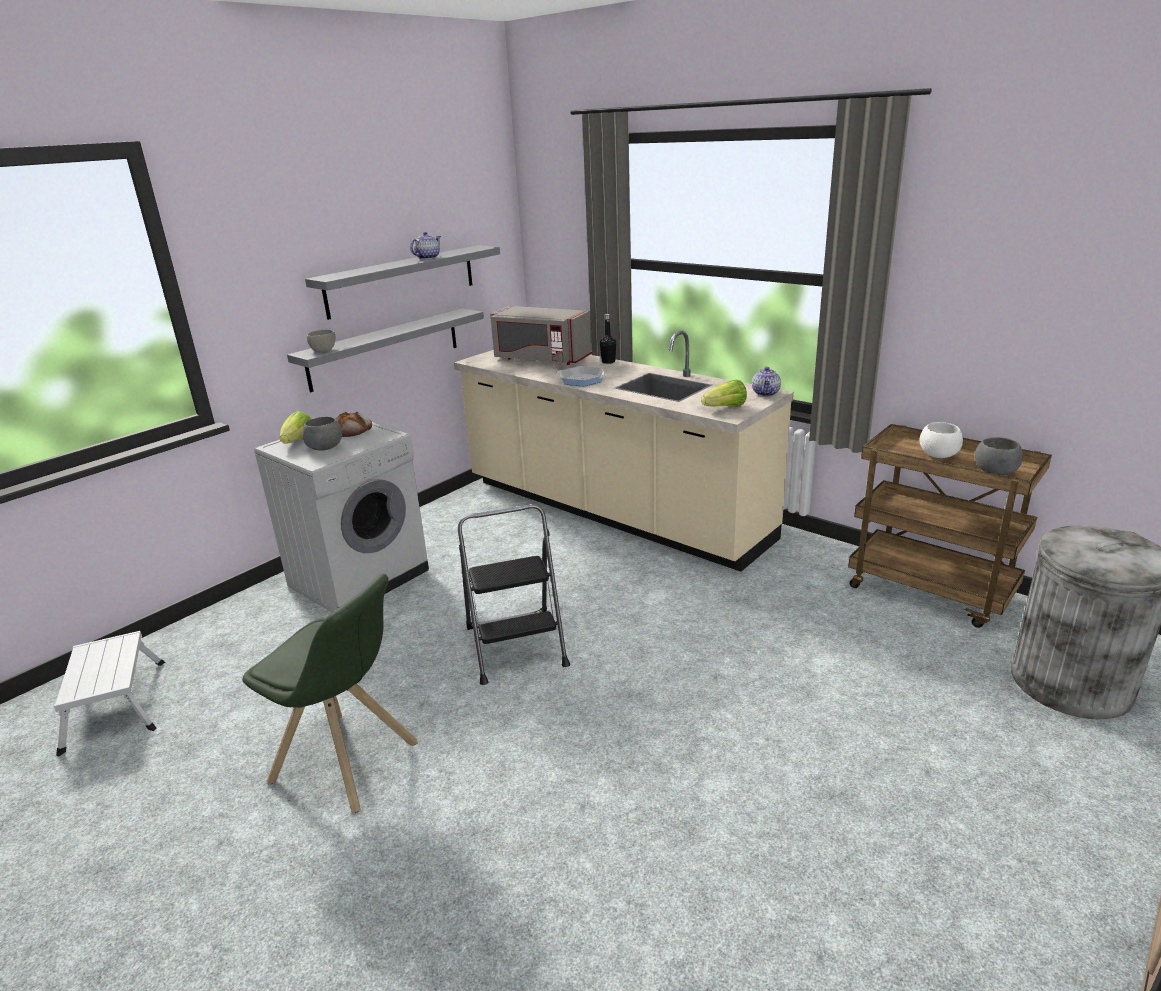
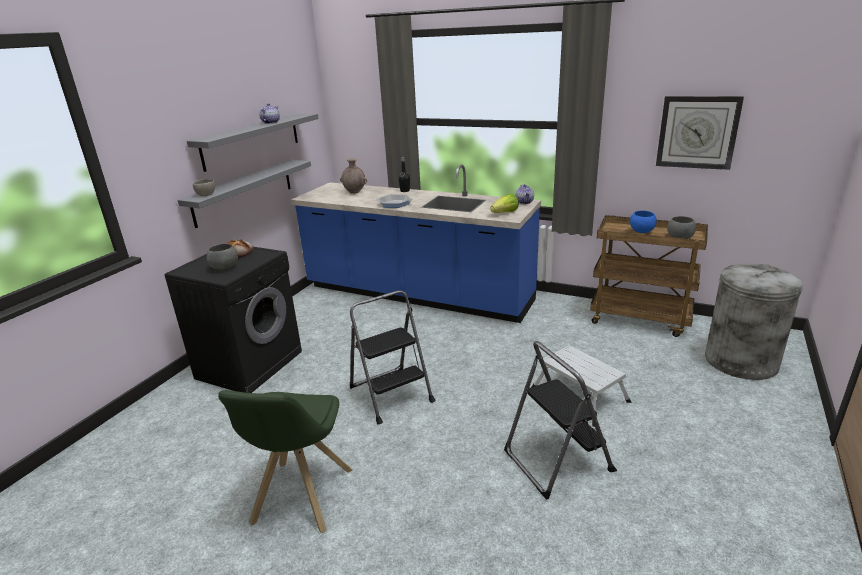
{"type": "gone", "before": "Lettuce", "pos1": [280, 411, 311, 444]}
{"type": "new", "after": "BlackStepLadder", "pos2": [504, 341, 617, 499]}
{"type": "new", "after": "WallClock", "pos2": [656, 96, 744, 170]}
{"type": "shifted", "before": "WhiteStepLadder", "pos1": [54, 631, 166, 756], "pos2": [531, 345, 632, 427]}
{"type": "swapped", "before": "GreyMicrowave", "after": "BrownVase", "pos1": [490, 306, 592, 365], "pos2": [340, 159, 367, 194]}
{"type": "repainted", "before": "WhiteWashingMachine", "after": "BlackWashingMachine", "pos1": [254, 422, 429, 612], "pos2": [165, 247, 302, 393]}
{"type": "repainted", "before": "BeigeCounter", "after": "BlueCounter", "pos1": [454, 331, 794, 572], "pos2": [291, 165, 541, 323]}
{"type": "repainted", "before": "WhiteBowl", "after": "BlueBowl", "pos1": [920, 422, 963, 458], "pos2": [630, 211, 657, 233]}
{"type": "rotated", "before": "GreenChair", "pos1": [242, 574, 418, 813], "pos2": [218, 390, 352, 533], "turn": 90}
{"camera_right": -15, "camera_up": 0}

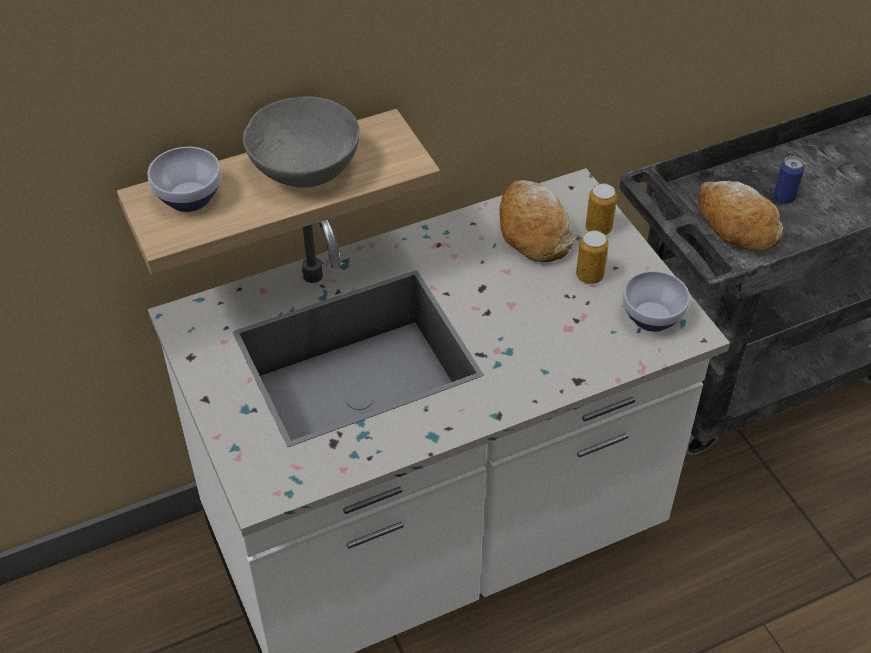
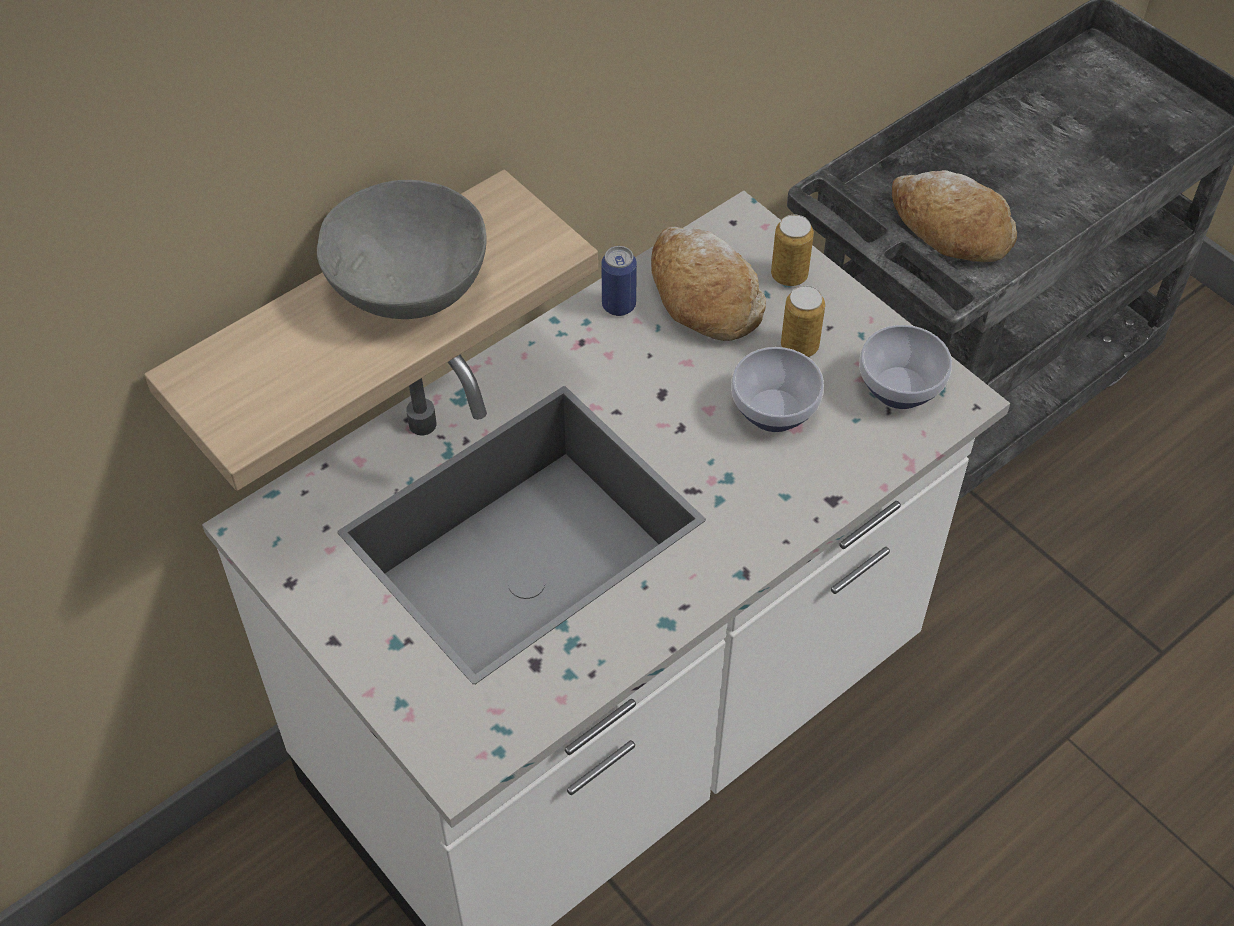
{"type": "shifted", "before": "Bowl", "pos1": [147, 147, 222, 212], "pos2": [731, 347, 824, 432]}
{"type": "shifted", "before": "Can", "pos1": [773, 156, 805, 204], "pos2": [601, 246, 637, 316]}
{"camera_right": -15, "camera_up": 5}

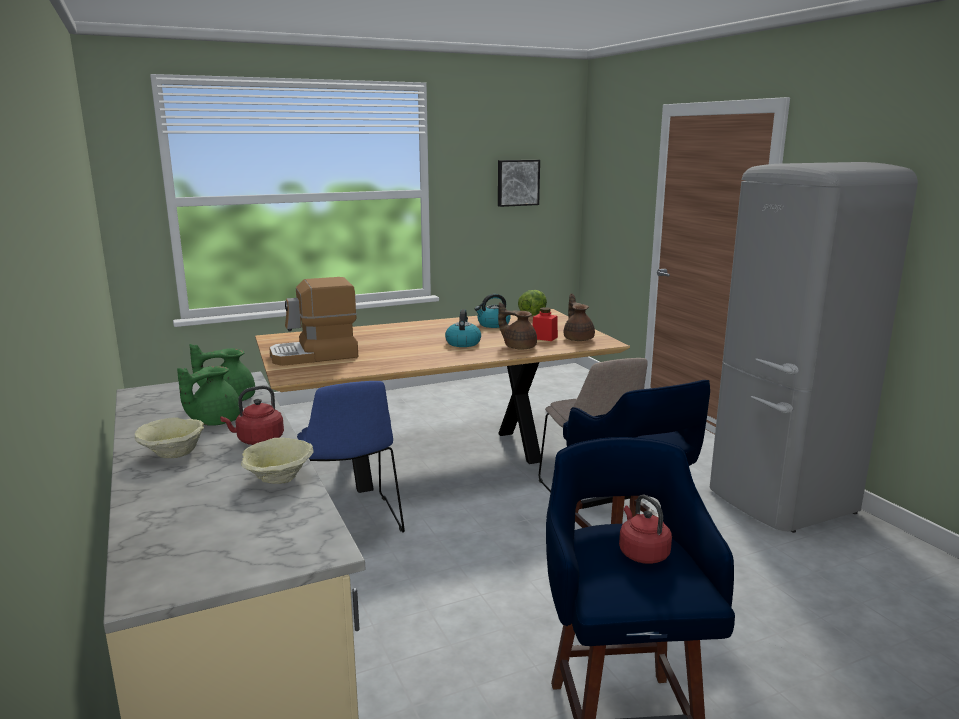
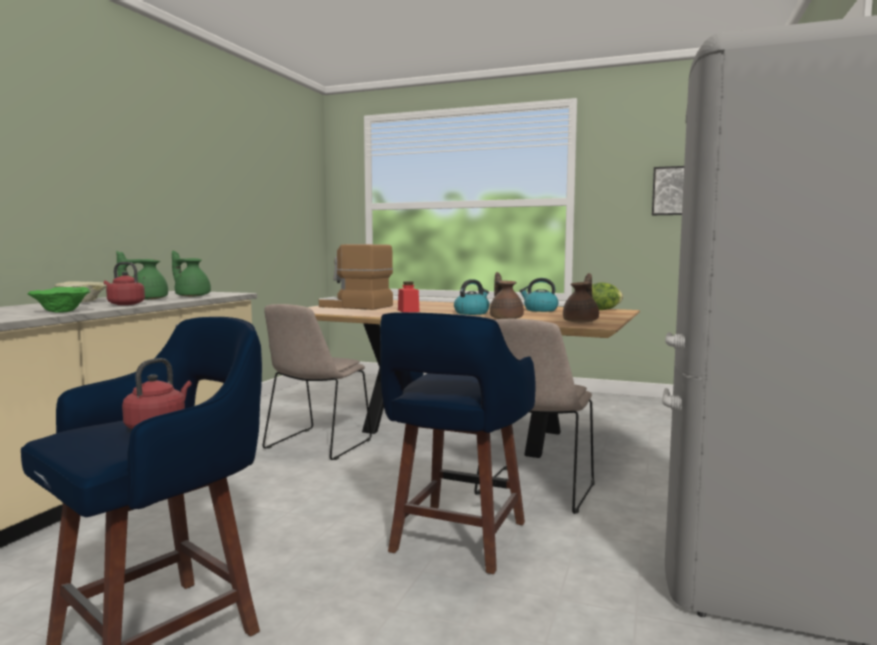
{"type": "shifted", "before": "RedJar", "pos1": [532, 307, 558, 341], "pos2": [398, 281, 420, 312]}
{"type": "repainted", "before": "BeigeBowl", "after": "GreenBowl", "pos1": [241, 437, 314, 484], "pos2": [28, 287, 90, 313]}
{"type": "repainted", "before": "BlueChair", "after": "BeigeChair", "pos1": [297, 381, 405, 533], "pos2": [263, 304, 372, 460]}
{"camera_right": 45, "camera_up": -10}

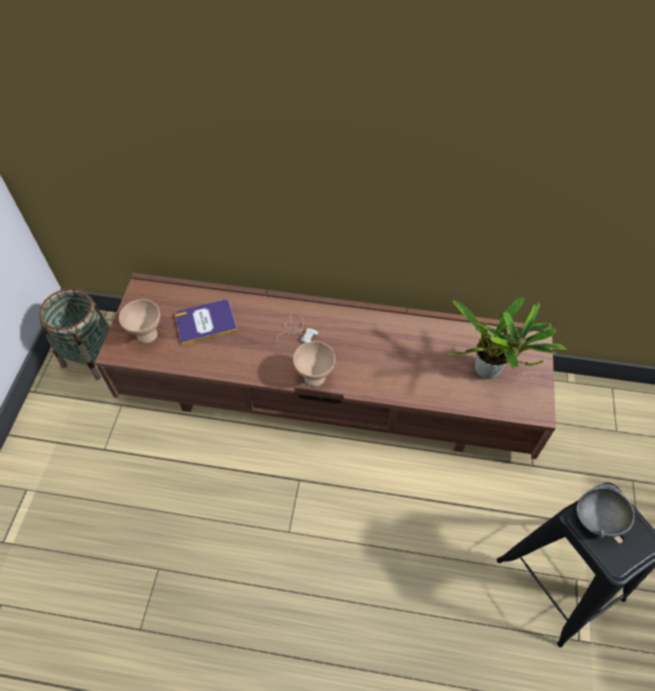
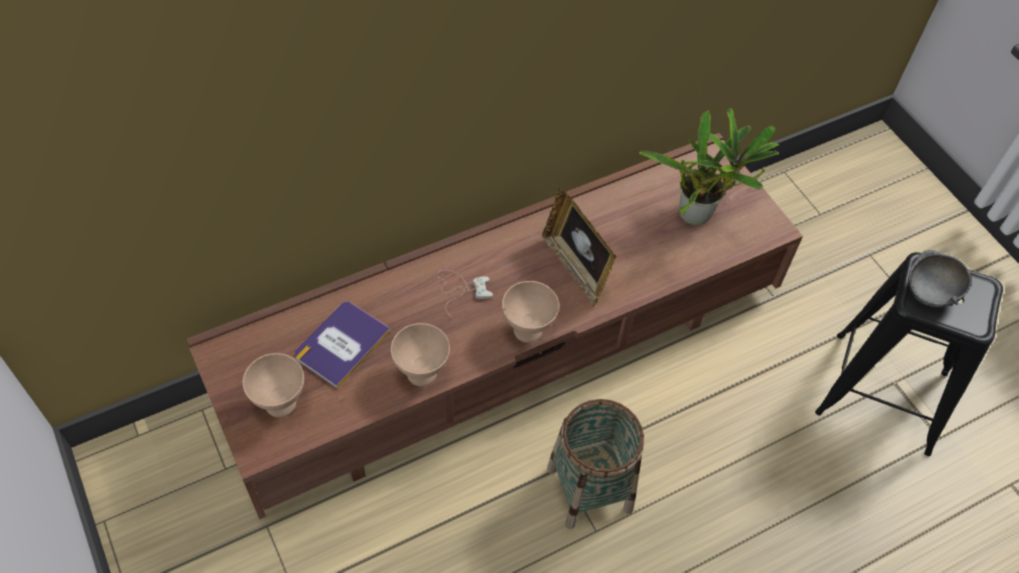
{"type": "new", "after": "BeigeBowl", "pos2": [391, 323, 450, 386]}
{"type": "new", "after": "PictureFrame", "pos2": [542, 188, 616, 307]}
{"type": "shifted", "before": "Basket", "pos1": [39, 289, 110, 380], "pos2": [547, 399, 644, 529]}
{"camera_right": -40, "camera_up": 0}

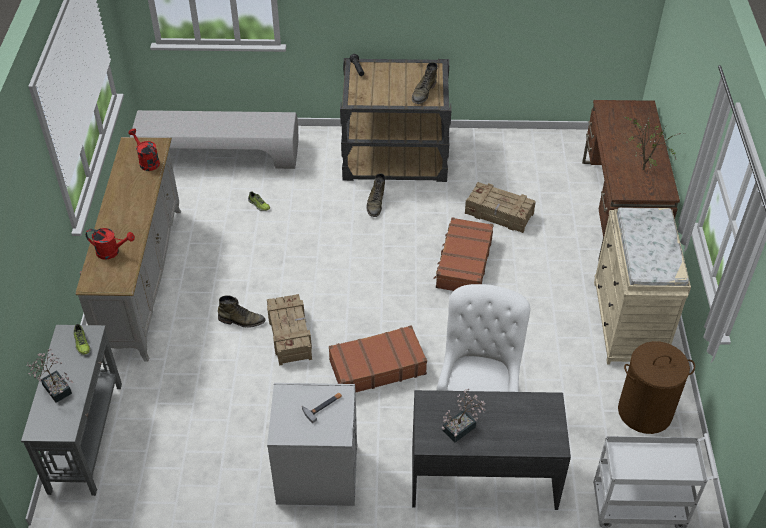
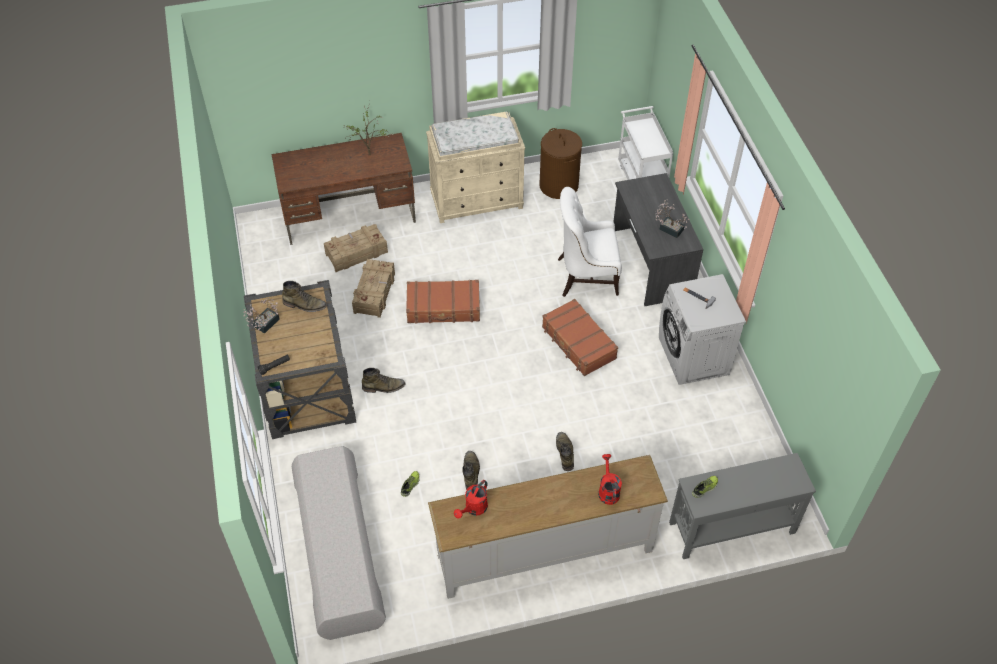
{"type": "new", "after": "GreenBoot", "pos2": [462, 451, 480, 489]}
{"type": "shifted", "before": "PottedPlant", "pos1": [27, 349, 73, 403], "pos2": [243, 298, 279, 334]}
{"type": "shifted", "before": "Crate", "pos1": [267, 294, 312, 366], "pos2": [324, 224, 388, 272]}
{"camera_right": -105, "camera_up": 5}

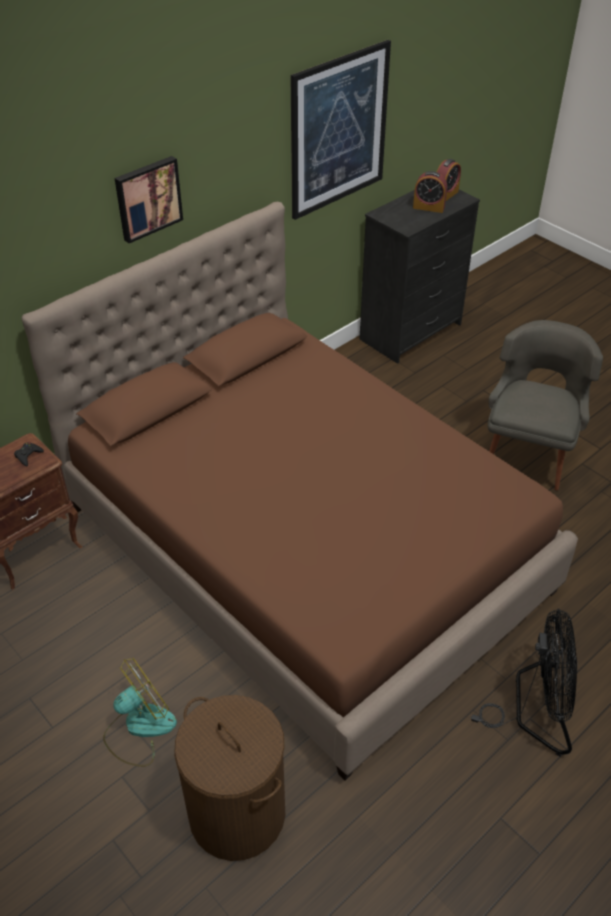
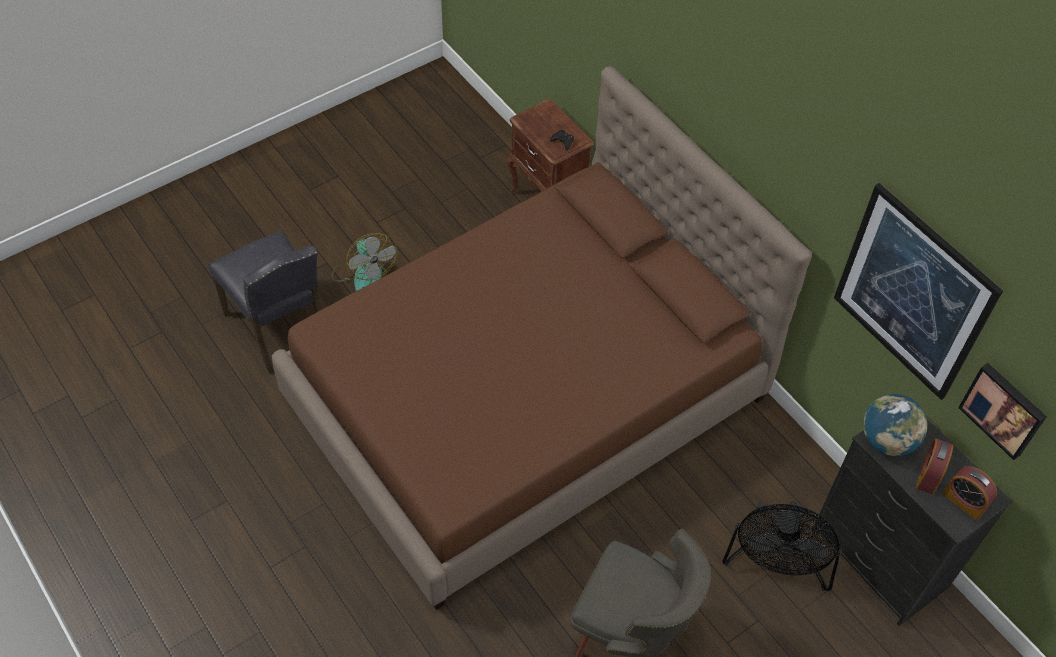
{"type": "new", "after": "Globe", "pos2": [863, 394, 928, 456]}
{"type": "shifted", "before": "Picture", "pos1": [115, 156, 183, 243], "pos2": [958, 363, 1047, 460]}
{"type": "shifted", "before": "BlackFan", "pos1": [469, 609, 577, 757], "pos2": [722, 501, 842, 591]}
{"type": "swapped", "before": "BrownLaundryBasket", "after": "GreyChair", "pos1": [174, 695, 285, 861], "pos2": [209, 231, 321, 374]}
{"camera_right": 95, "camera_up": 10}

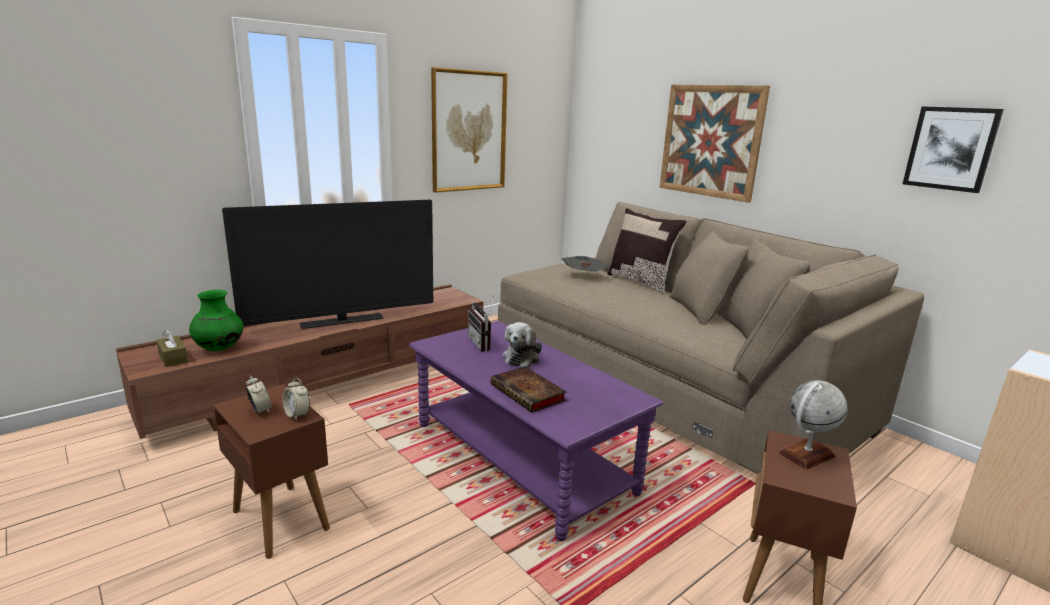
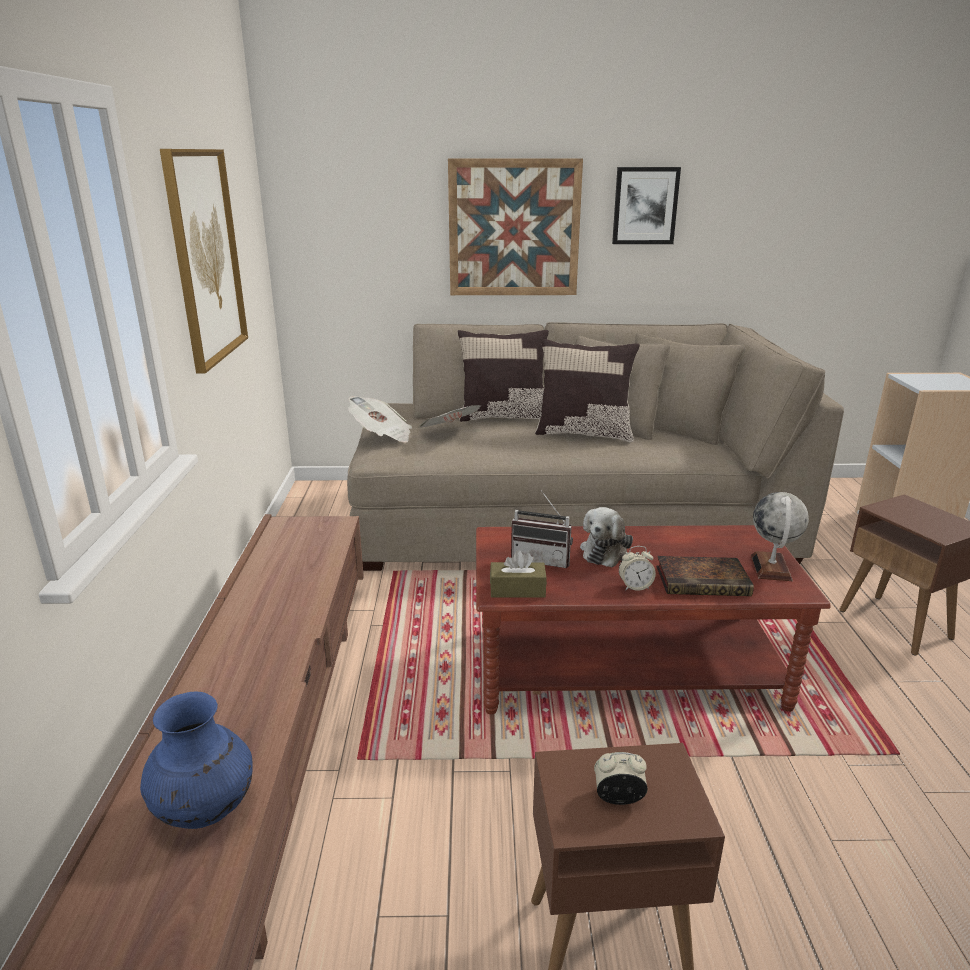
{"type": "gone", "before": "Television", "pos1": [222, 200, 433, 329]}
{"type": "new", "after": "Newspaper", "pos2": [348, 396, 412, 443]}
{"type": "new", "after": "Pillow", "pos2": [535, 339, 640, 443]}
{"type": "shifted", "before": "BrownTissueBox", "pos1": [156, 329, 188, 367], "pos2": [490, 550, 547, 598]}
{"type": "shifted", "before": "AlarmClock", "pos1": [282, 378, 310, 421], "pos2": [619, 546, 656, 591]}
{"type": "shifted", "before": "Globe", "pos1": [778, 380, 848, 469], "pos2": [751, 492, 809, 581]}
{"type": "shifted", "before": "Picture", "pos1": [903, 106, 1004, 193], "pos2": [612, 167, 681, 244]}
{"type": "repainted", "before": "GreenVase", "after": "BlueVase", "pos1": [189, 290, 243, 351], "pos2": [140, 692, 253, 829]}
{"type": "repainted", "before": "PurpleCoffeeTable", "after": "BrownCoffeeTable", "pos1": [409, 321, 663, 541], "pos2": [476, 525, 831, 714]}
{"type": "rotated", "before": "PlushToy", "pos1": [503, 322, 542, 368], "pos2": [580, 507, 633, 567], "turn": 60}
{"camera_right": -50, "camera_up": 5}

